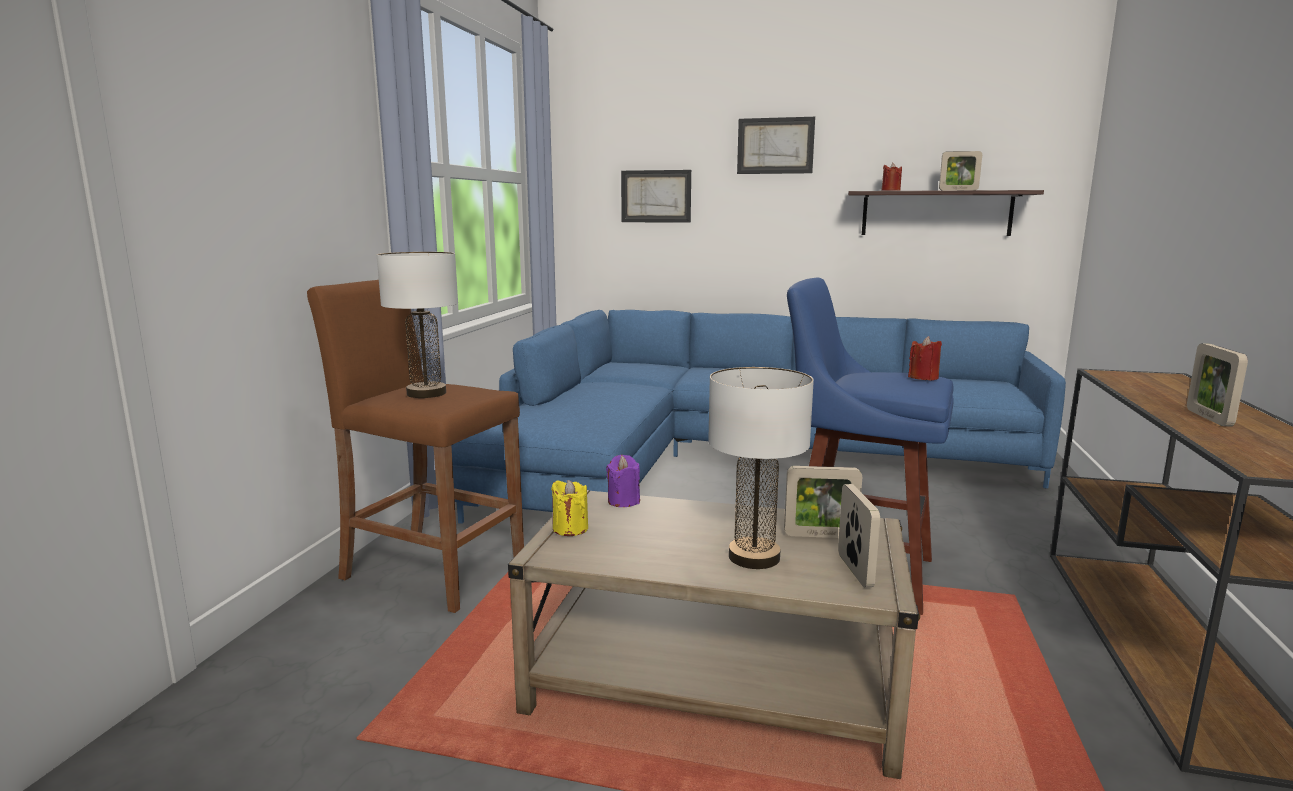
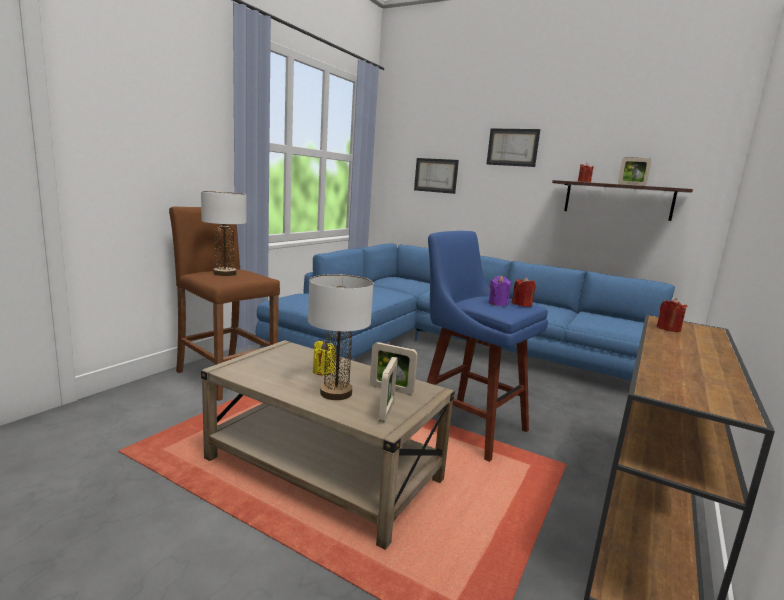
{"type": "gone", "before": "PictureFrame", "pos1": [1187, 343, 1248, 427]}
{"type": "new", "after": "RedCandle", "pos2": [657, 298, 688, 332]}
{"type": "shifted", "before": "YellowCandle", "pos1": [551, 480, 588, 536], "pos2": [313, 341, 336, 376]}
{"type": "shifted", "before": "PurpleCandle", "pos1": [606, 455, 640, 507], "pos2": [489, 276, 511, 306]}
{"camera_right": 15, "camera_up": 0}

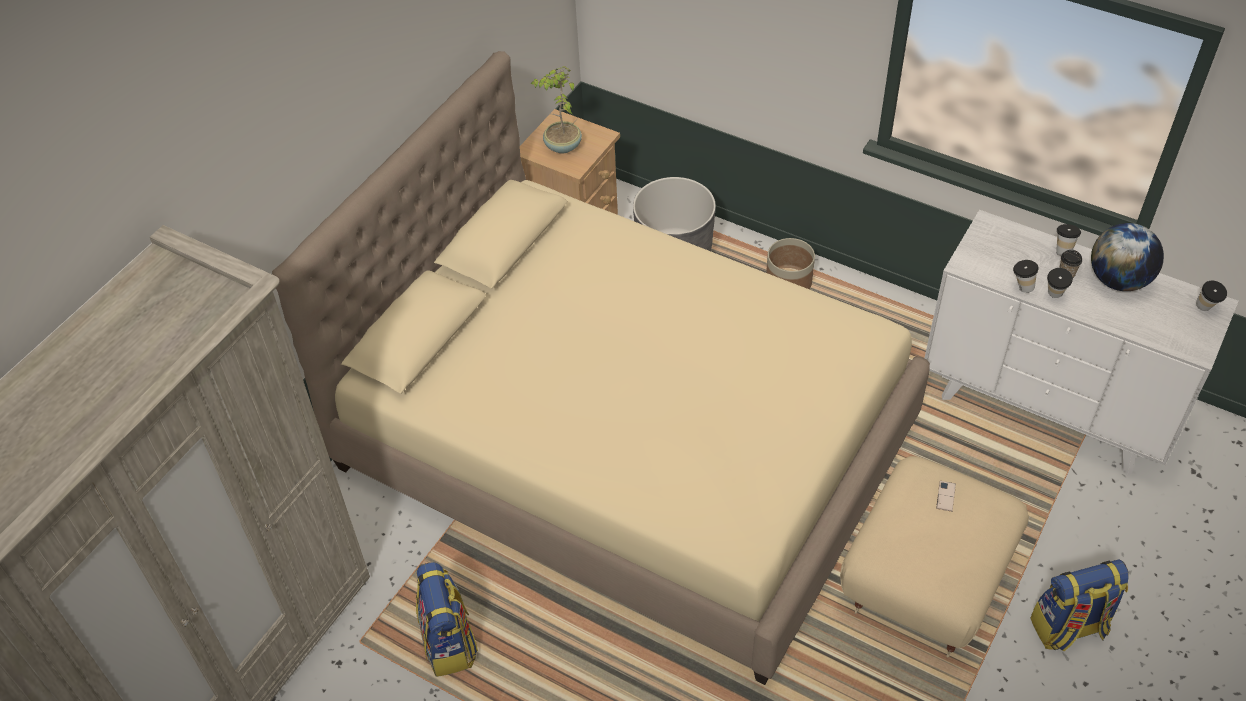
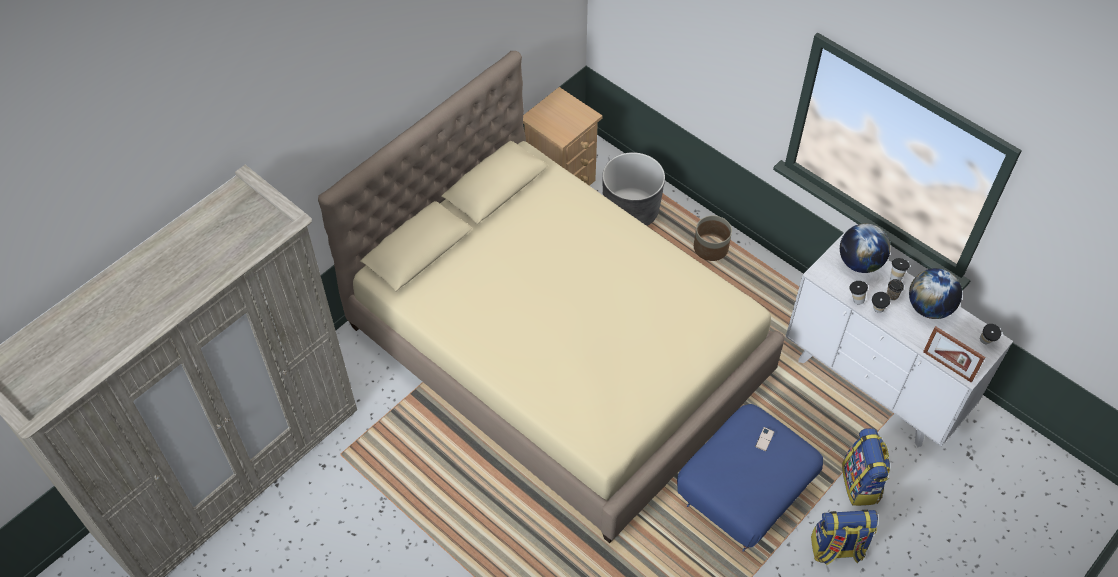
{"type": "gone", "before": "PottedPlant", "pos1": [530, 66, 582, 154]}
{"type": "new", "after": "Globe", "pos2": [840, 223, 891, 273]}
{"type": "new", "after": "PictureFrame", "pos2": [923, 326, 985, 383]}
{"type": "shifted", "before": "Backpack", "pos1": [416, 562, 478, 677], "pos2": [842, 428, 890, 506]}
{"type": "repainted", "before": "BeigeOttoman", "after": "BlueOttoman", "pos1": [840, 456, 1029, 658], "pos2": [677, 404, 823, 551]}
{"camera_right": 10, "camera_up": 5}

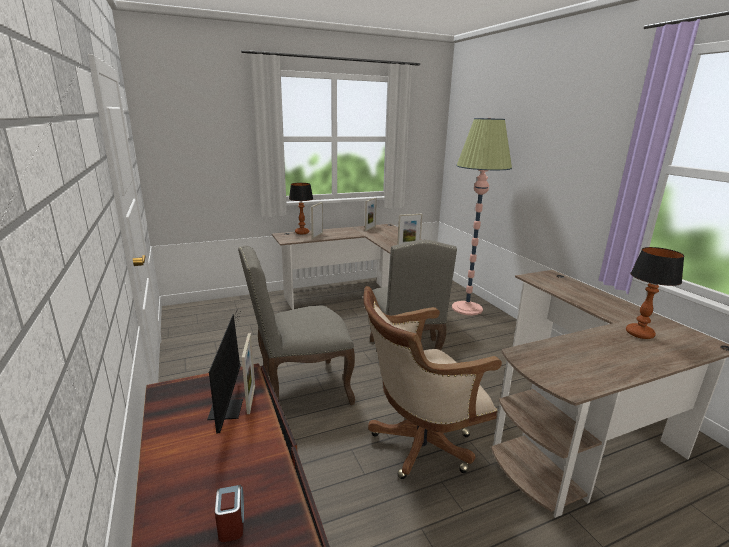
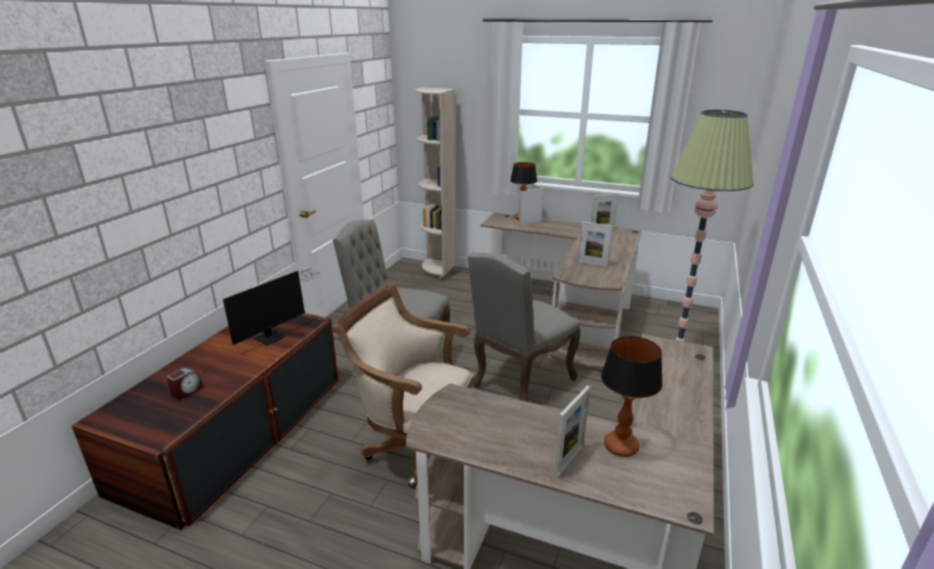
{"type": "new", "after": "BeigeBookcase", "pos2": [415, 87, 457, 278]}
{"type": "shifted", "before": "PictureFrame", "pos1": [242, 333, 255, 414], "pos2": [554, 386, 590, 479]}
{"camera_right": 45, "camera_up": 5}

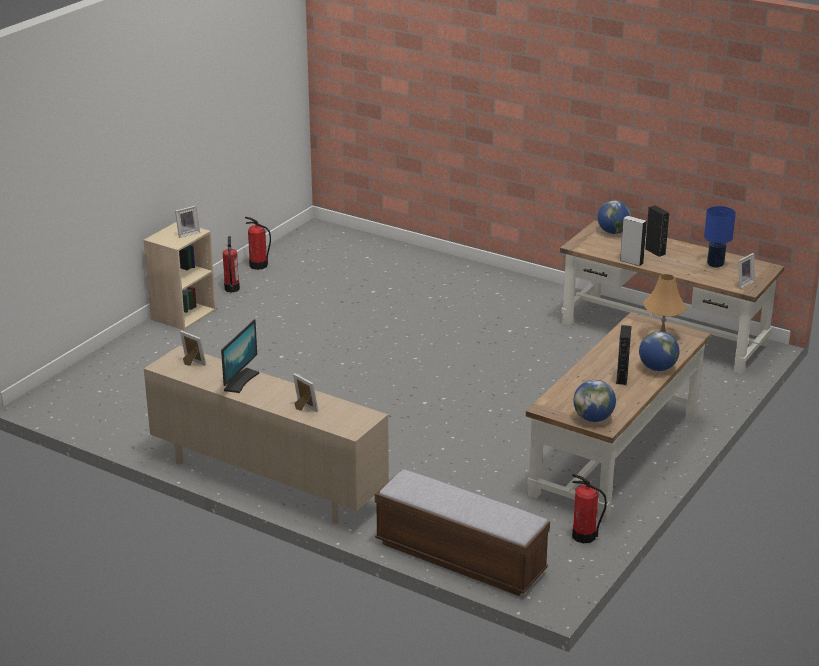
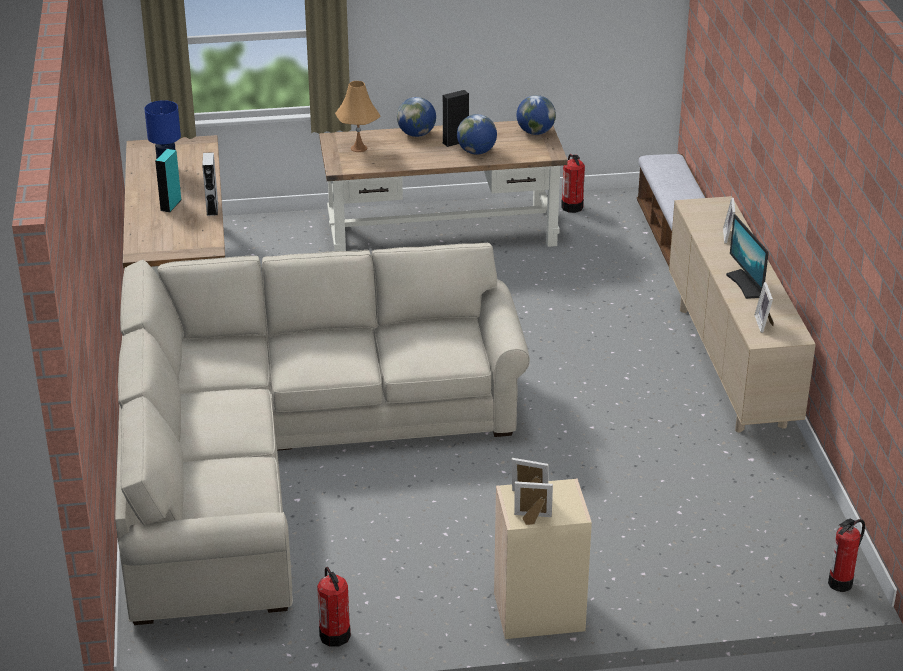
{"type": "new", "after": "BeigeSofa", "pos2": [115, 243, 530, 625]}
{"type": "shifted", "before": "FireExtinguisher", "pos1": [223, 236, 240, 292], "pos2": [828, 518, 865, 592]}
{"type": "shifted", "before": "Globe", "pos1": [598, 200, 632, 234], "pos2": [457, 114, 497, 155]}
{"type": "shifted", "before": "PictureFrame", "pos1": [738, 253, 755, 289], "pos2": [514, 481, 553, 525]}
{"type": "repainted", "before": "BlackSpeaker", "after": "TurquoiseSpeaker", "pos1": [645, 205, 669, 257], "pos2": [155, 149, 181, 212]}
{"type": "rotated", "before": "Monitor", "pos1": [221, 319, 259, 393], "pos2": [726, 214, 769, 299], "turn": -90}
{"camera_right": -130, "camera_up": 5}

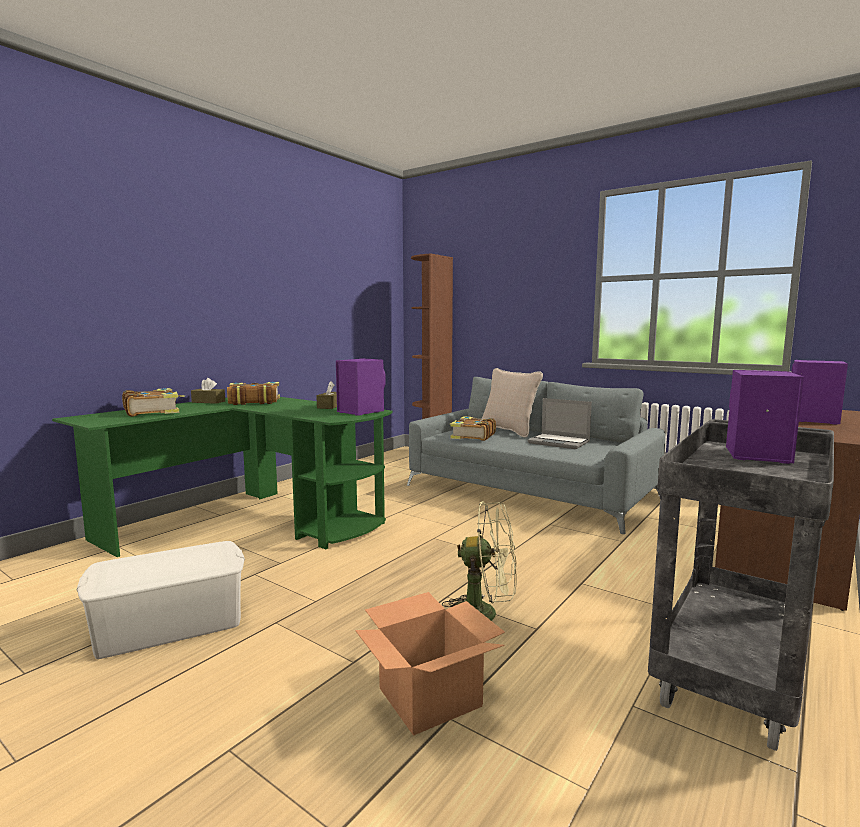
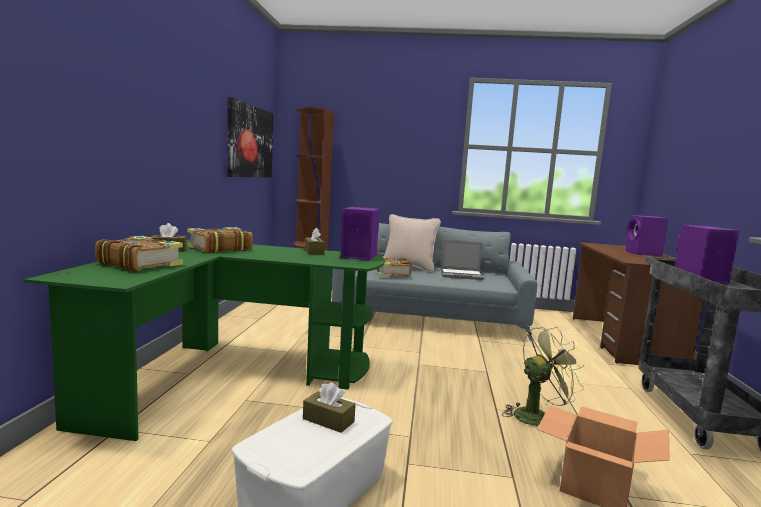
{"type": "new", "after": "Picture", "pos2": [227, 97, 273, 177]}
{"type": "new", "after": "BrownTissueBox", "pos2": [303, 382, 356, 433]}
{"camera_right": -30, "camera_up": 0}

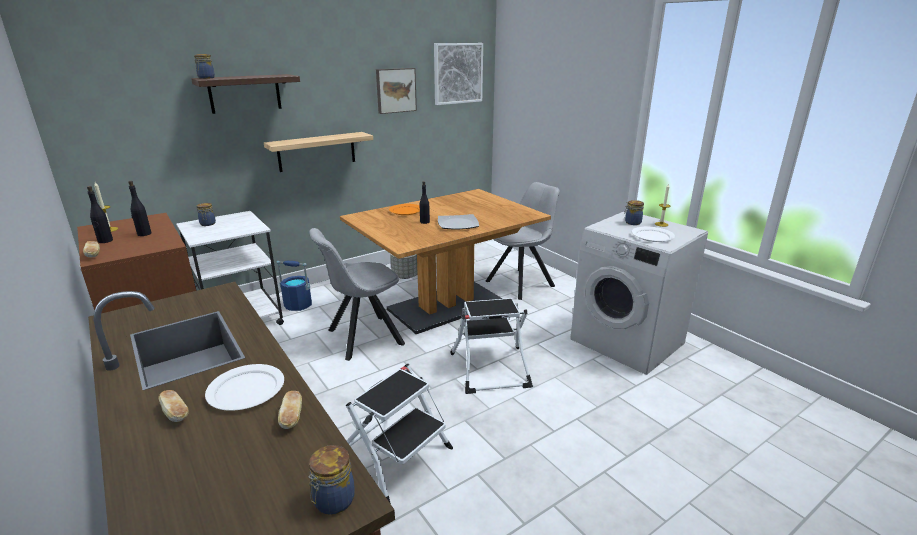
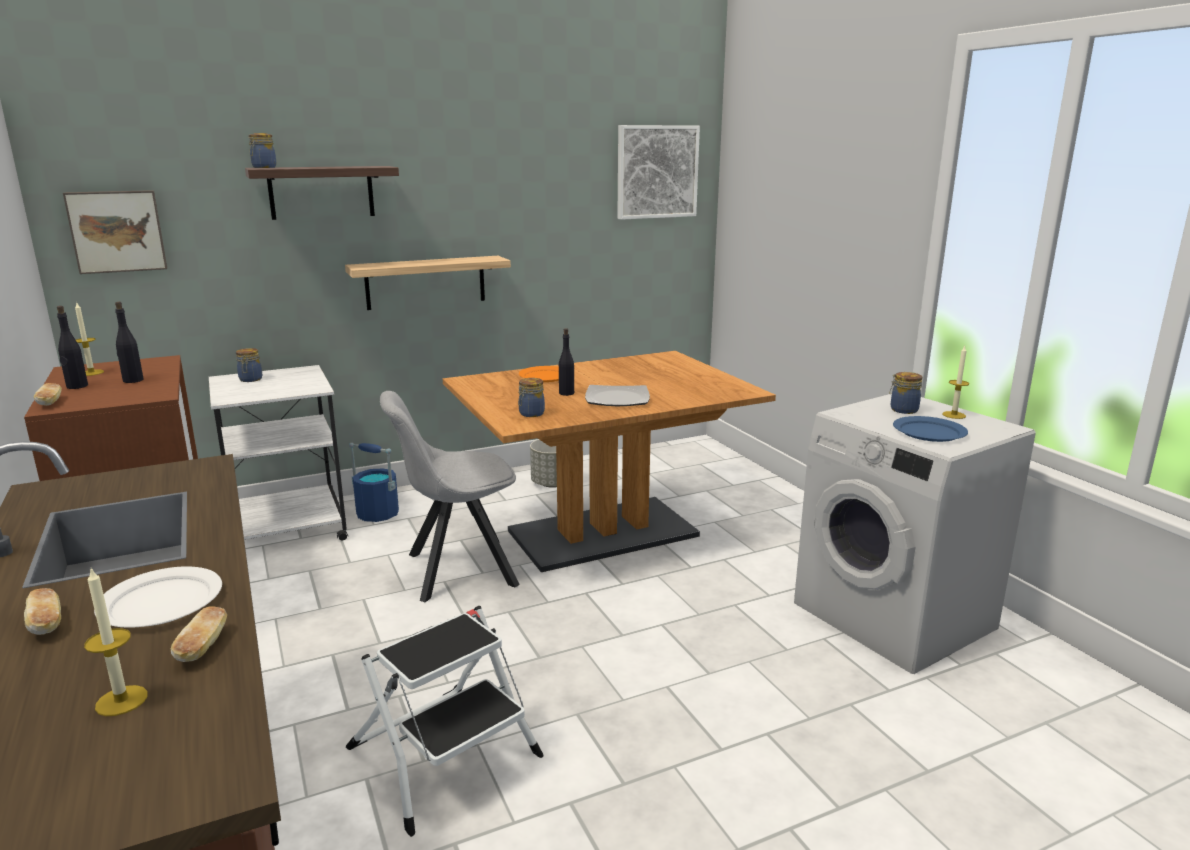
{"type": "gone", "before": "StepLadder", "pos1": [450, 298, 533, 394]}
{"type": "gone", "before": "GreyChair", "pos1": [485, 182, 560, 300]}
{"type": "new", "after": "Candle", "pos2": [84, 567, 148, 716]}
{"type": "shifted", "before": "Jar", "pos1": [308, 445, 355, 515], "pos2": [518, 378, 545, 417]}
{"type": "shifted", "before": "Picture", "pos1": [376, 68, 417, 114], "pos2": [63, 190, 167, 274]}
{"type": "repainted", "before": "WhitePlate", "after": "BluePlate", "pos1": [632, 227, 675, 242], "pos2": [893, 416, 968, 442]}
{"camera_right": 10, "camera_up": -5}

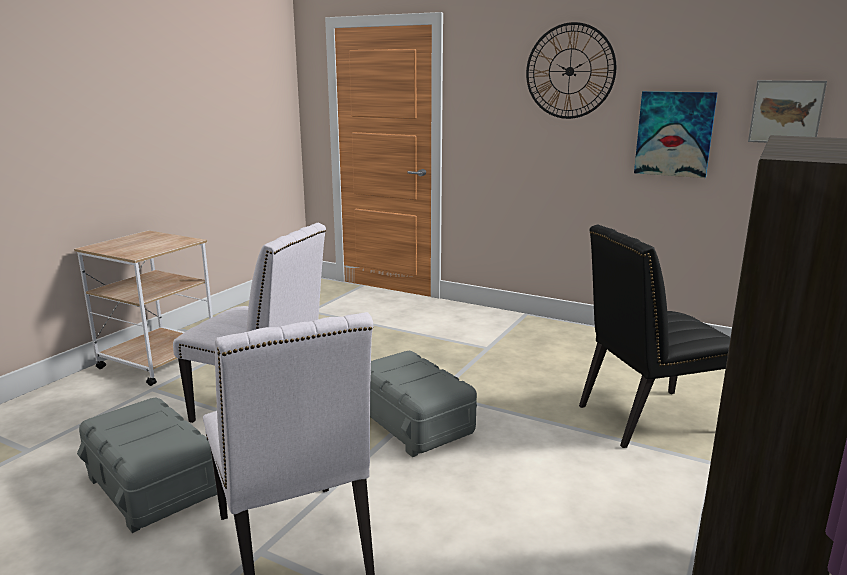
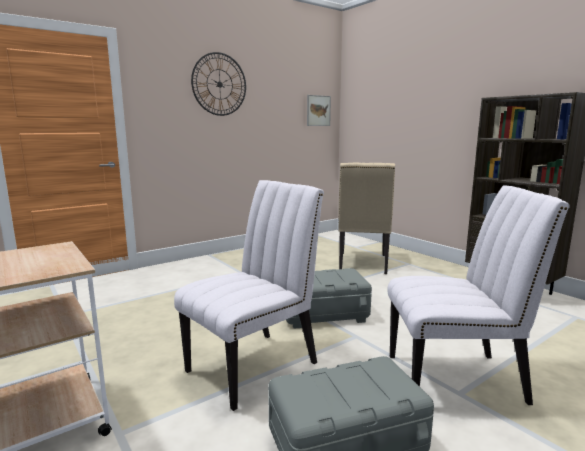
{"type": "gone", "before": "Picture", "pos1": [634, 91, 718, 178]}
{"type": "repainted", "before": "BlackChair", "after": "BeigeChair", "pos1": [579, 225, 731, 448], "pos2": [338, 163, 395, 274]}
{"camera_right": -65, "camera_up": -5}

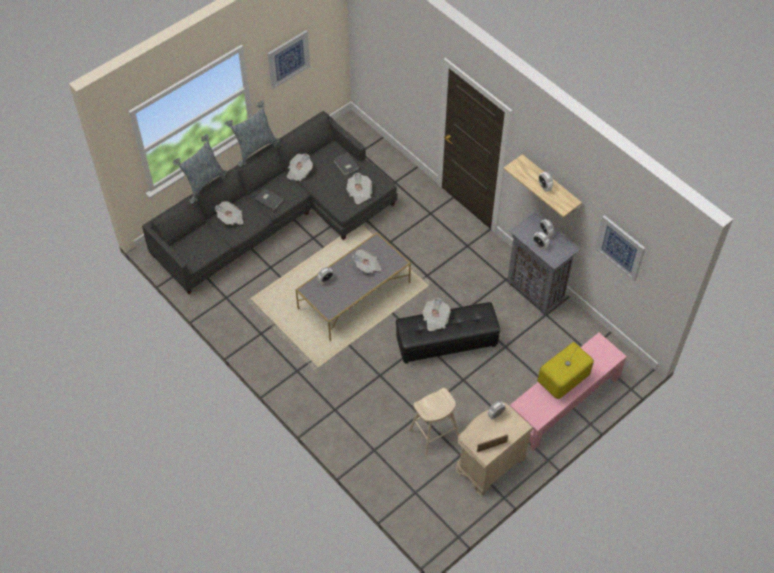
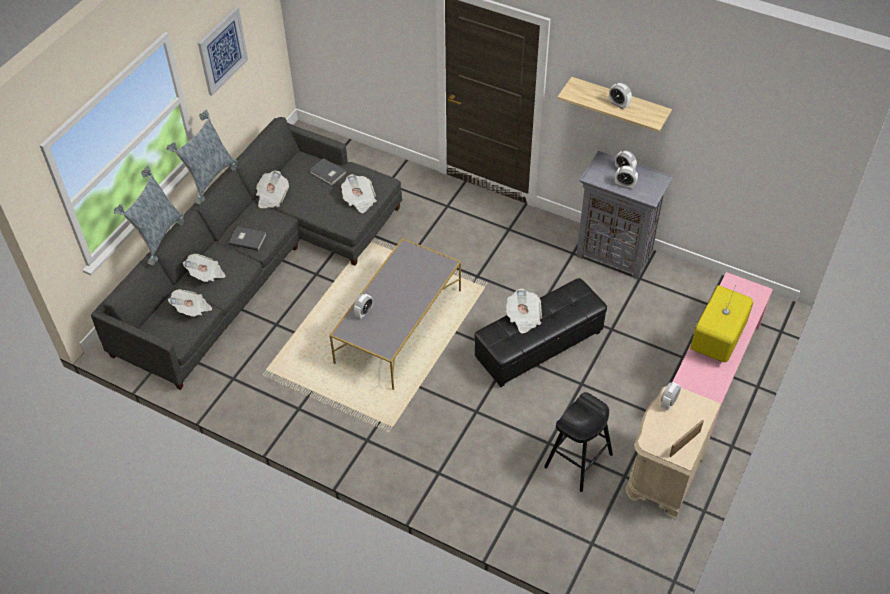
{"type": "gone", "before": "Picture", "pos1": [595, 215, 645, 281]}
{"type": "shifted", "before": "Newspaper", "pos1": [352, 249, 381, 273], "pos2": [168, 289, 212, 317]}
{"type": "repainted", "before": "BeigeStool", "after": "BlackStool", "pos1": [408, 388, 459, 456], "pos2": [544, 392, 613, 492]}
{"camera_right": -20, "camera_up": -5}

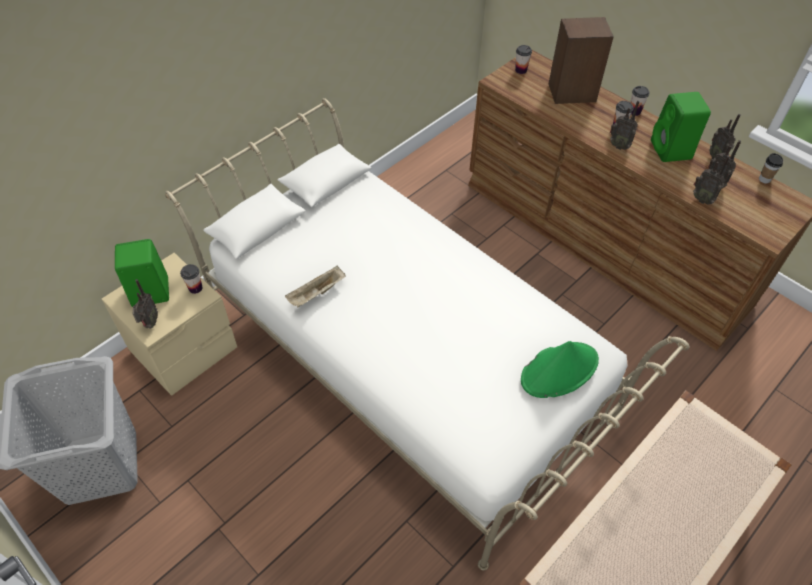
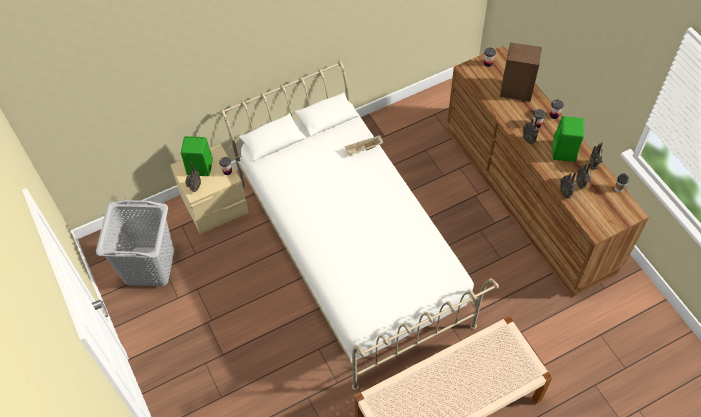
{"type": "gone", "before": "GreenHat", "pos1": [521, 341, 599, 398]}
{"type": "shifted", "before": "BeigeTray", "pos1": [285, 265, 345, 307], "pos2": [344, 135, 383, 155]}
{"camera_right": 20, "camera_up": 5}

